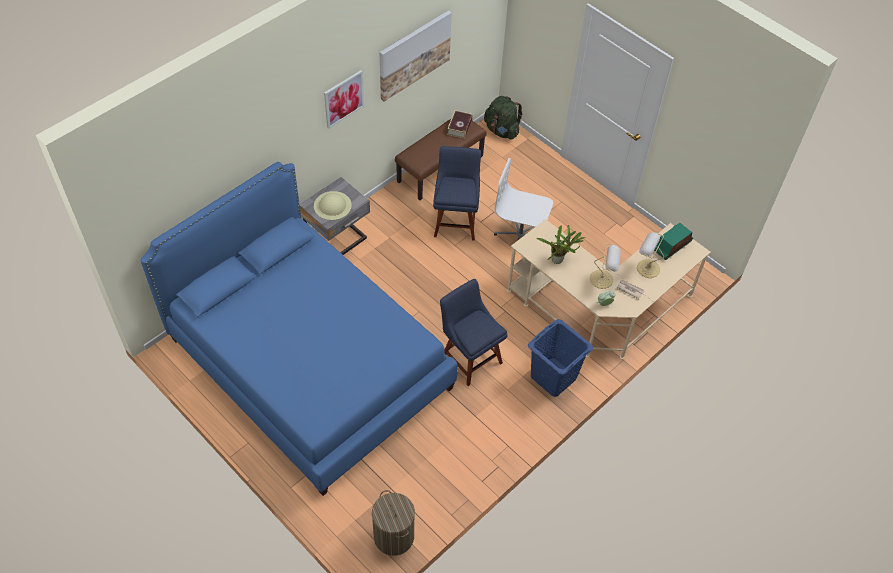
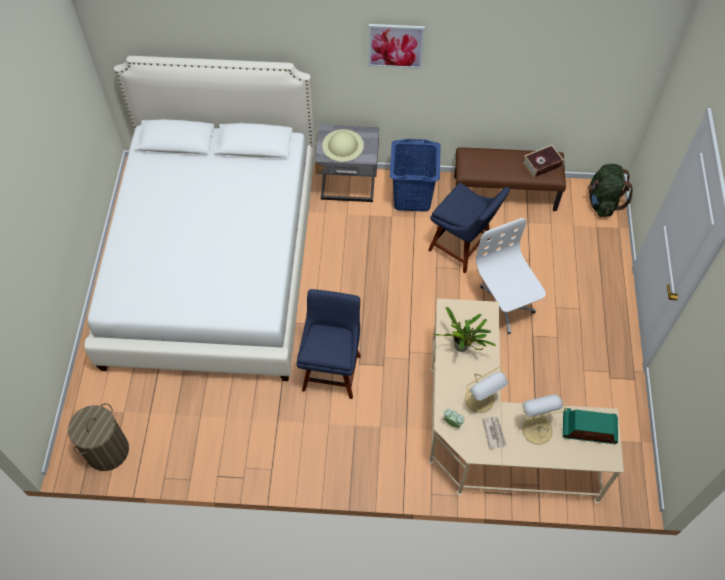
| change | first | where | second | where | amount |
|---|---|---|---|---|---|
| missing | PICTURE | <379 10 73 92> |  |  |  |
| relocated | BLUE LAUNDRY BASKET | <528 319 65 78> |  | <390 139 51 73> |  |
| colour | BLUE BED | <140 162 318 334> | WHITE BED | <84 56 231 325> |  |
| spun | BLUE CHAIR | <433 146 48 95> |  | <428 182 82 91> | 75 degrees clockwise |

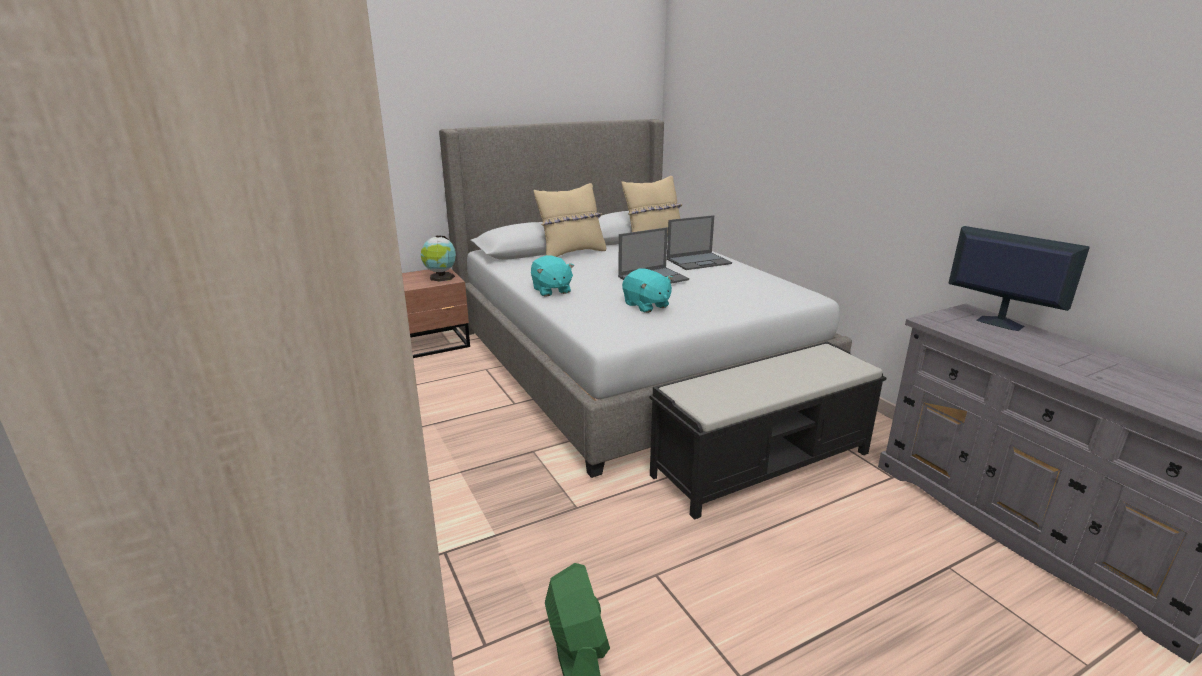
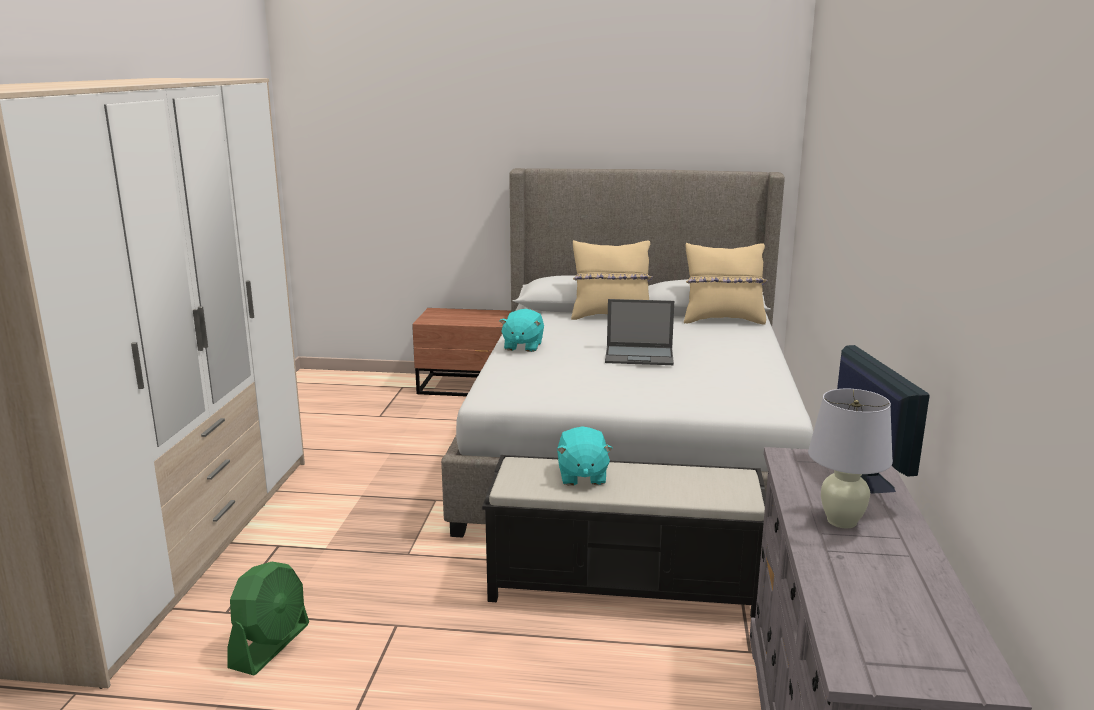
| change | first | where | second | where | amount |
|---|---|---|---|---|---|
| missing | GLOBE | <421 235 35 47> |  |  |  |
| missing | LAPTOP | <667 215 65 55> |  |  |  |
| appeared |  |  | WHITE TABLE LAMP | <808 389 85 140> |  |
| relocated | TURQUOISE PLUSH TOY | <622 268 51 45> |  | <556 427 57 59> |  |

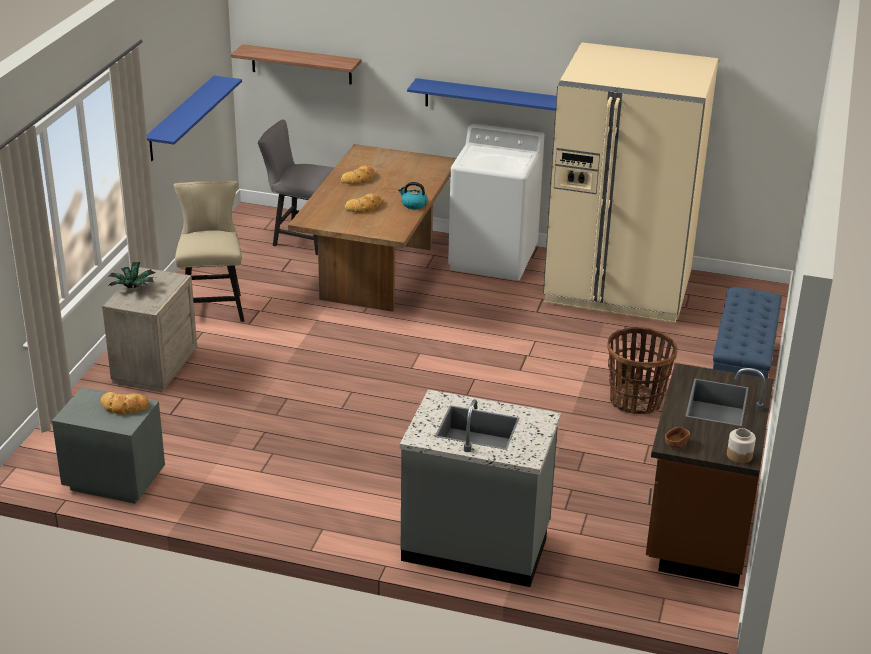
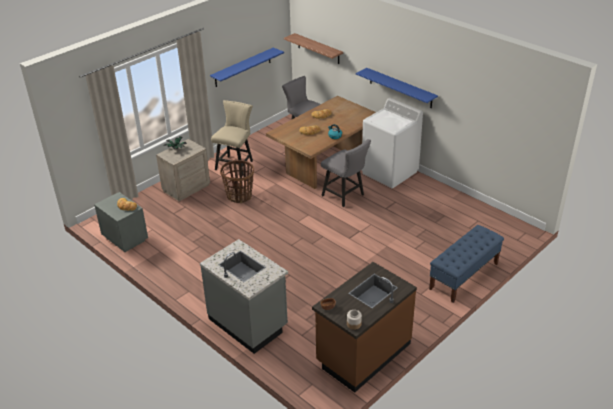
| change | first | where | second | where | amount |
|---|---|---|---|---|---|
| missing | BEIGE FRIDGE | <543 42 175 281> |  |  |  |
| appeared |  |  | GREY CHAIR | <321 139 50 68> |  |
| relocated | BASKET | <607 327 71 87> |  | <220 160 34 43> |  |

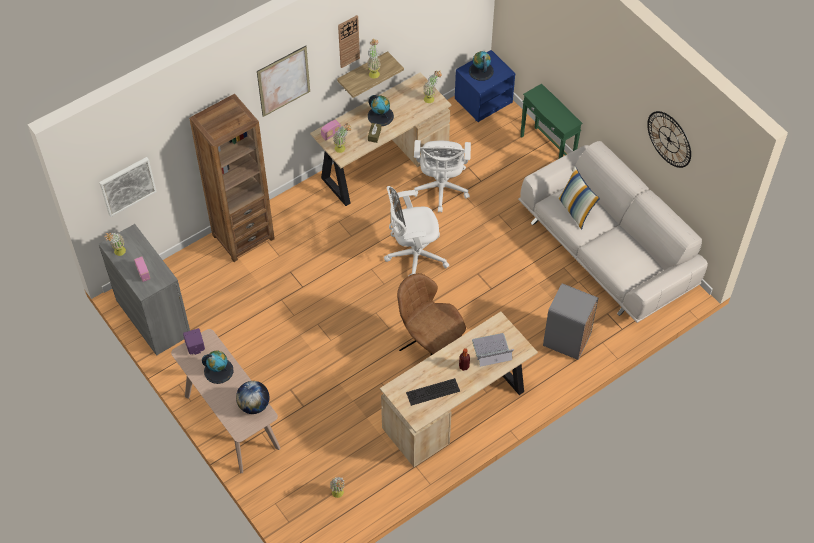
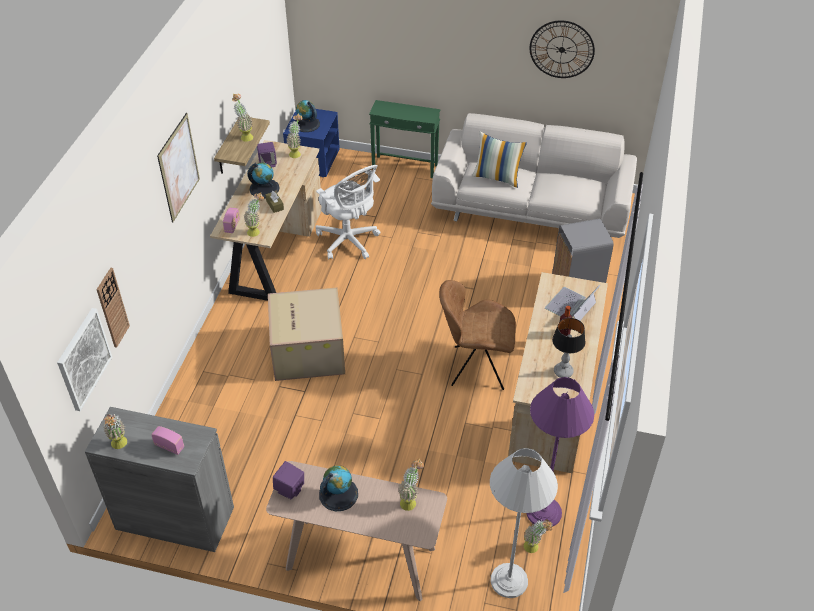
| change | first | where | second | where | amount |
|---|---|---|---|---|---|
| missing | BROWN BOOKCASE | <189 94 86 168> |  |  |  |
| missing | WHITE OFFICE CHAIR | <384 186 65 90> |  |  |  |
| appeared |  |  | PURPLE SPEAKER | <257 142 20 25> |  |
| appeared |  |  | CARDBOARD BOX | <268 288 77 93> |  |
| appeared |  |  | WHITE FLOOR LAMP | <490 448 68 150> |  |
| appeared |  |  | PURPLE FLOOR LAMP | <526 377 68 150> |  |
| relocated | WALL CLOCK | <338 15 22 53> |  | <96 268 34 80> |  |
| exchanged | GLOBE | <236 381 33 33> | POTTED PLANT | <398 459 26 52> |  |
| exchanged | KEYBOARD | <406 378 54 28> | TABLE LAMP | <552 318 33 60> |  |

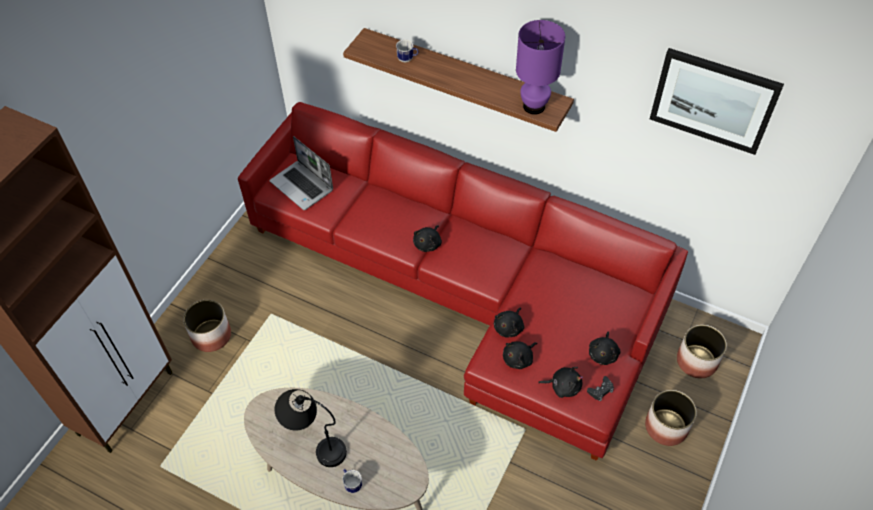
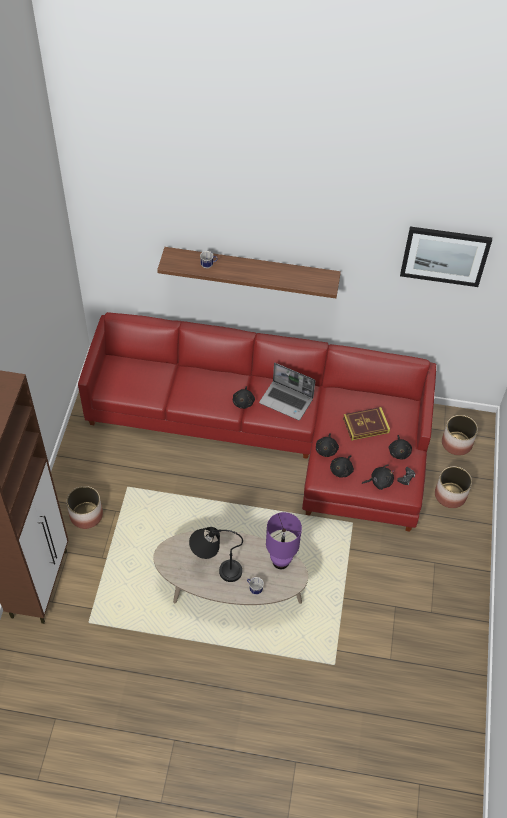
| change | first | where | second | where | amount |
|---|---|---|---|---|---|
| appeared |  |  | BOOK | <343 407 47 34> |  |
| relocated | LAPTOP | <269 136 64 74> |  | <259 363 56 57> |  |
| relocated | PURPLE TABLE LAMP | <516 20 49 95> |  | <266 512 36 57> |  |

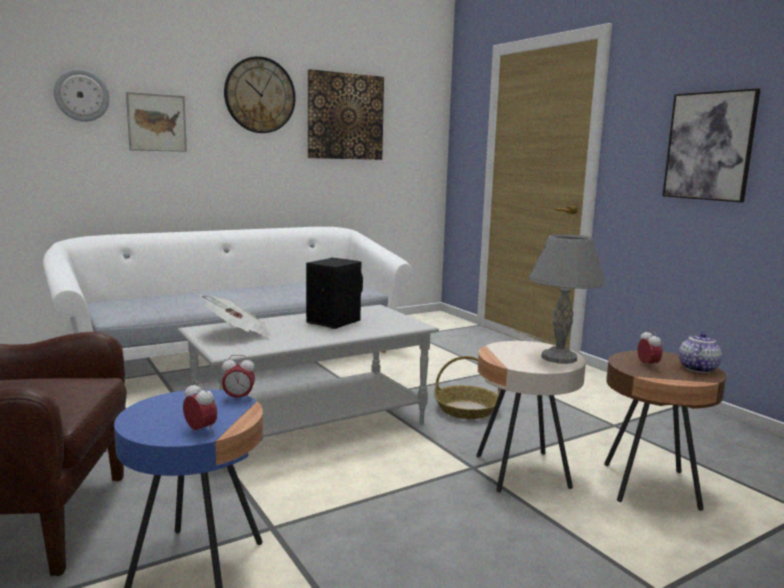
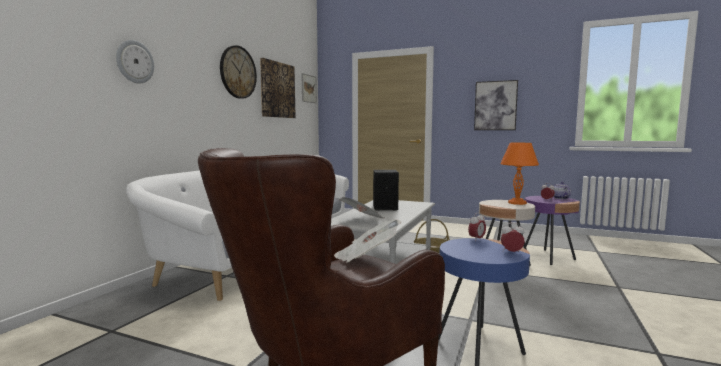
| change | first | where | second | where | amount |
|---|---|---|---|---|---|
| appeared |  |  | NEWSPAPER | <334 220 67 43> |  |
| relocated | PICTURE | <126 92 61 60> |  | <301 73 16 30> |  |
| colour | GREY TABLE LAMP | <529 234 77 130> | ORANGE TABLE LAMP | <500 143 39 62> |  |
| colour | BROWN SIDE TABLE | <604 351 122 160> | PURPLE SIDE TABLE | <525 196 55 69> |  |

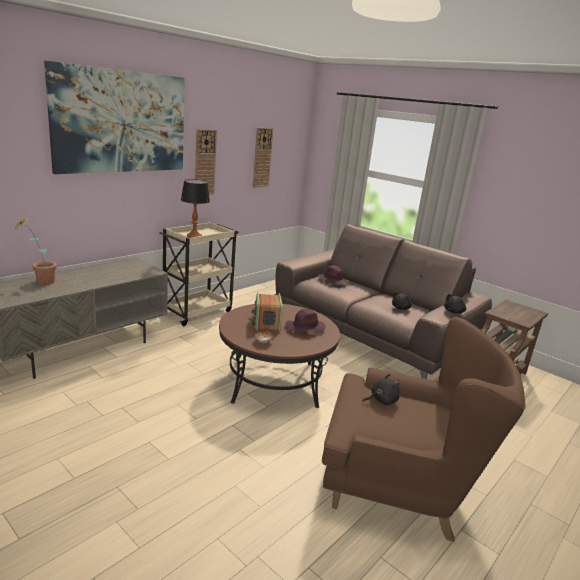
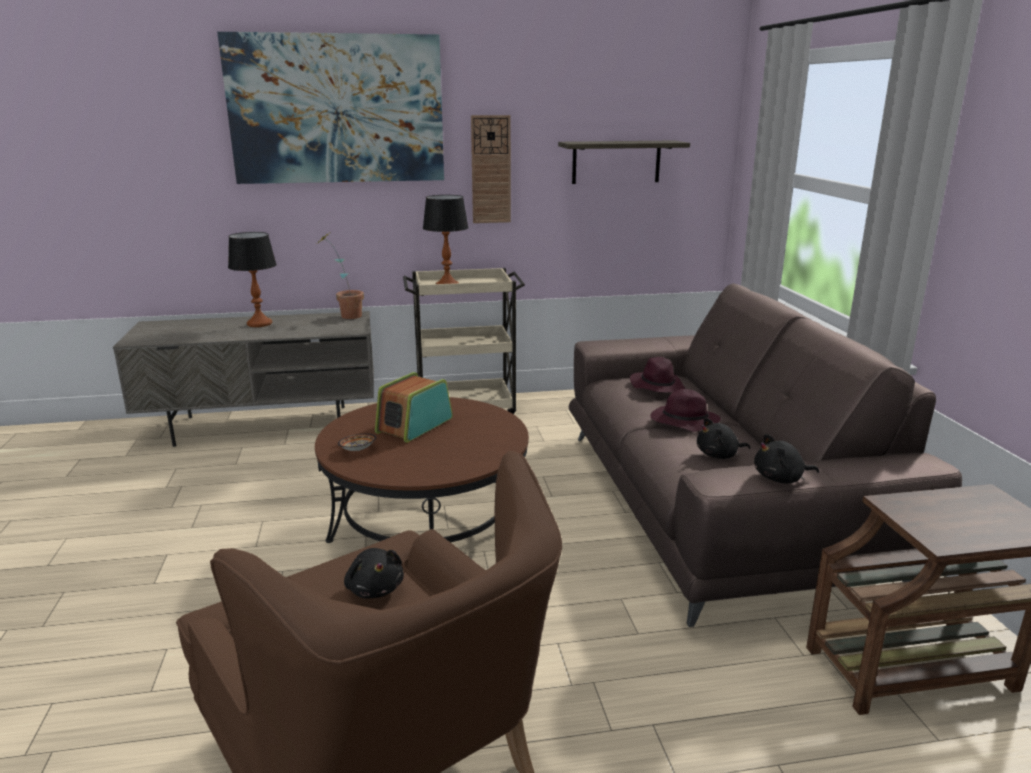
| change | first | where | second | where | amount |
|---|---|---|---|---|---|
| appeared |  |  | TABLE LAMP | <228 232 49 95> |  |
| relocated | POTTED PLANT | <16 217 41 68> |  | <316 232 48 87> |  |
| relocated | PURPLE HAT | <285 309 41 25> |  | <650 389 71 43> |  |
| exchanged | WALL CLOCK | <253 128 20 60> | SHELF | <558 140 132 44> |  |
| spun | BLACK PLUSH TOY | <362 374 38 31> |  | <344 548 60 51> | 45 degrees clockwise |

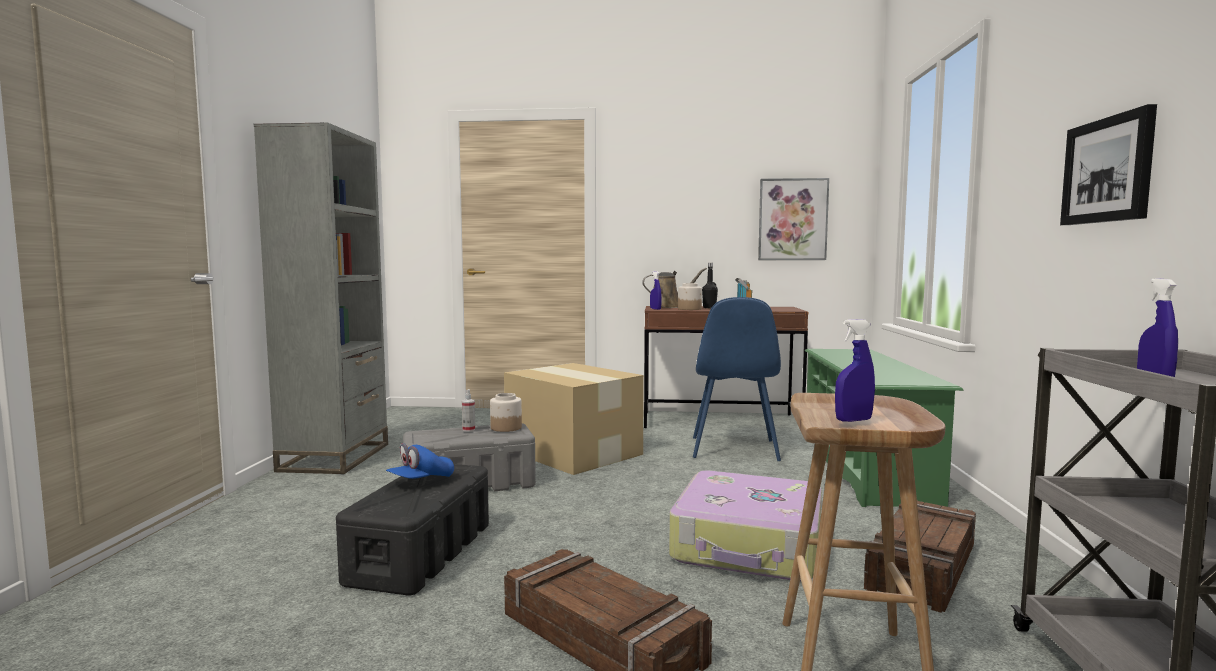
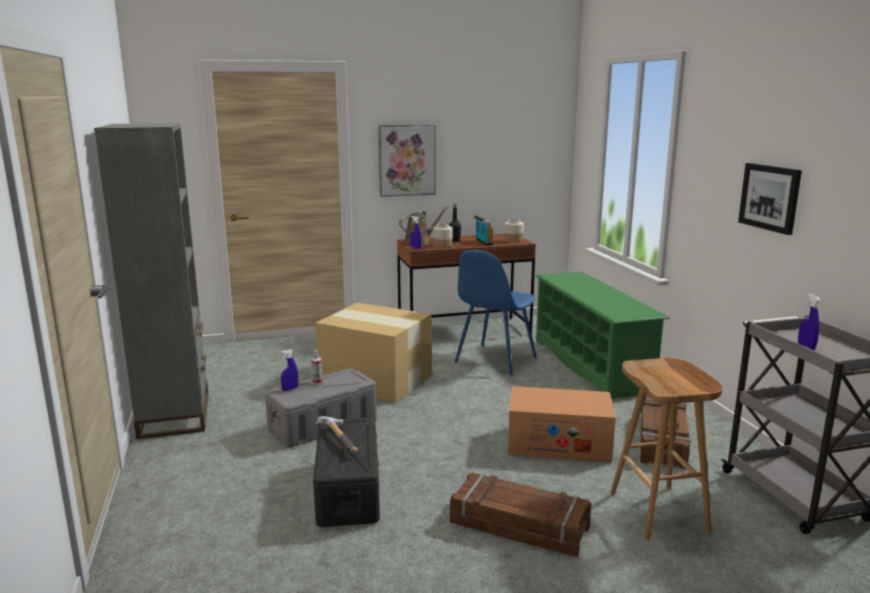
| change | first | where | second | where | amount |
|---|---|---|---|---|---|
| relocated | JAR | <490 393 32 39> |  | <504 219 20 24> |  |
| relocated | PICTURE | <758 178 71 82> |  | <378 125 58 72> |  |
| relocated | BLUE SPRAY BOTTLE | <835 319 40 103> |  | <281 349 17 42> |  |
| exchanged | BLUE CAP | <386 443 68 36> | HAMMER | <315 416 43 37> |  |
| exchanged | SUITCASE | <669 471 153 110> | CARDBOARD BOX | <508 386 108 77> |  |
| spun | BLUE CHAIR | <693 297 88 164> |  | <455 250 82 126> | 45 degrees clockwise |

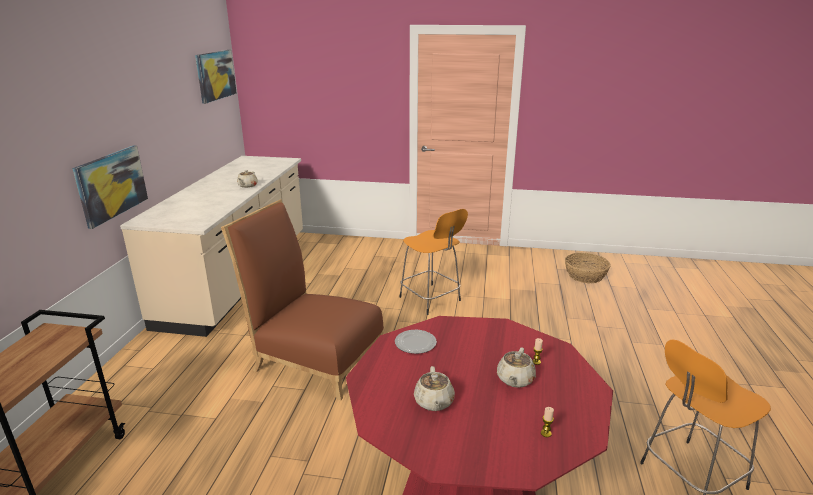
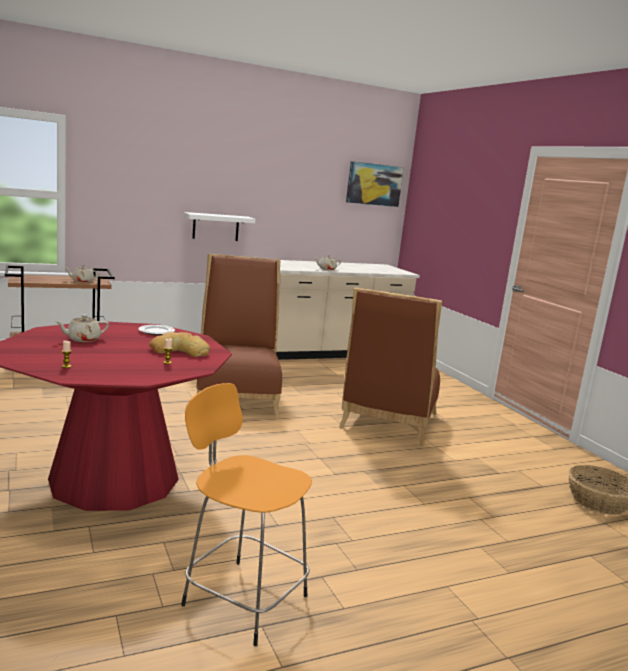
| change | first | where | second | where | amount |
|---|---|---|---|---|---|
| appeared |  |  | BREAD | <149 332 61 25> |  |
| relocated | BEIGE TEAPOT | <497 348 39 40> |  | <64 265 36 18> |  |
| exchanged | PICTURE | <73 146 75 83> | WHITE SHELF | <184 212 71 29> |  |
| exchanged | ORANGE STOOL | <399 209 69 106> | BROWN CHAIR | <339 287 103 159> |  |

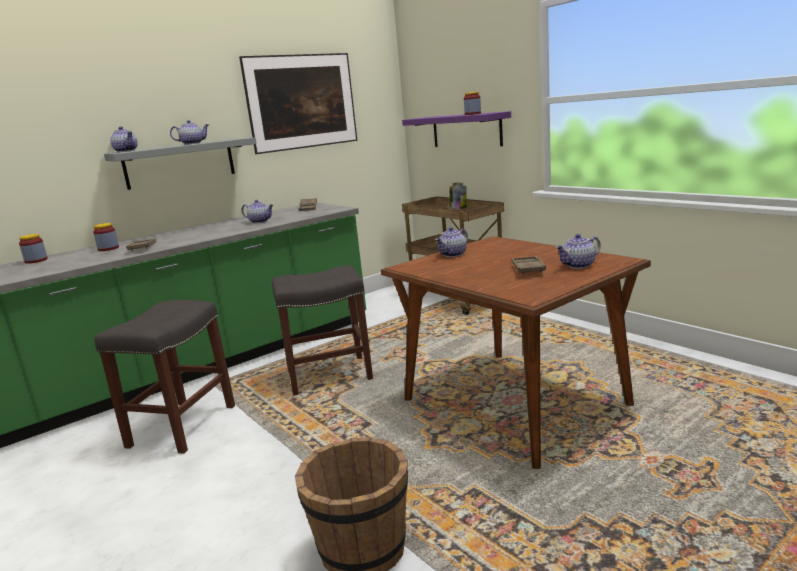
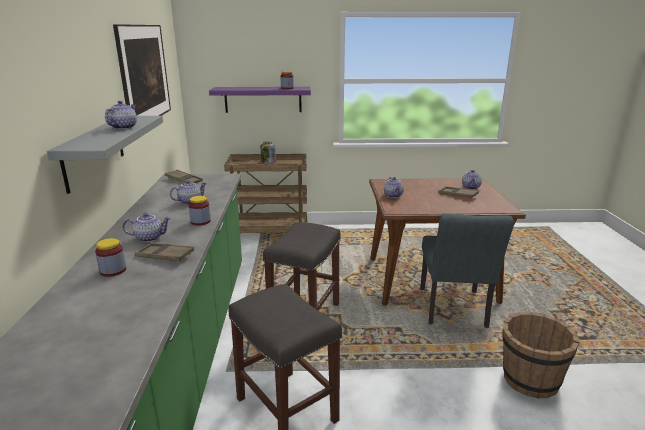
| change | first | where | second | where | amount |
|---|---|---|---|---|---|
| appeared |  |  | GREY CHAIR | <421 213 93 115> |  |
| relocated | JAR | <19 234 29 30> |  | <189 196 22 30> |  |
| relocated | TEAPOT | <110 126 28 26> |  | <123 213 48 29> |  |

